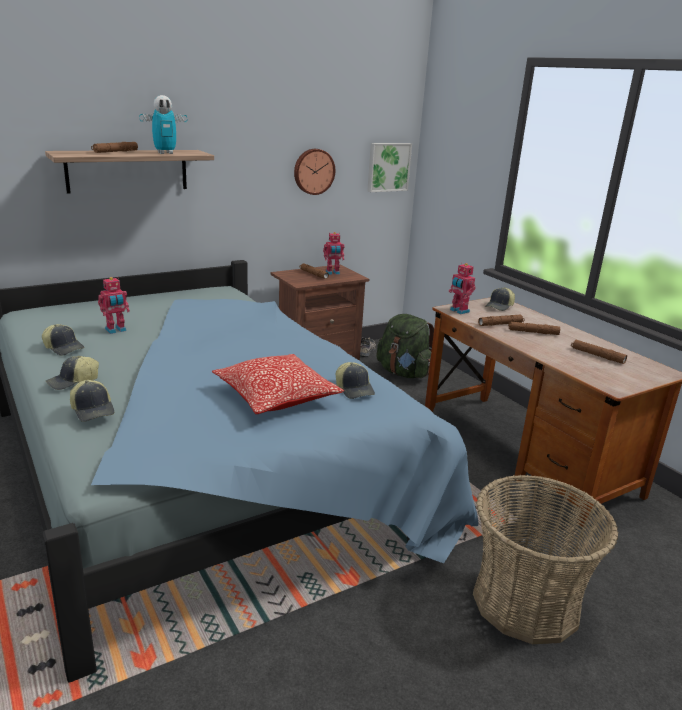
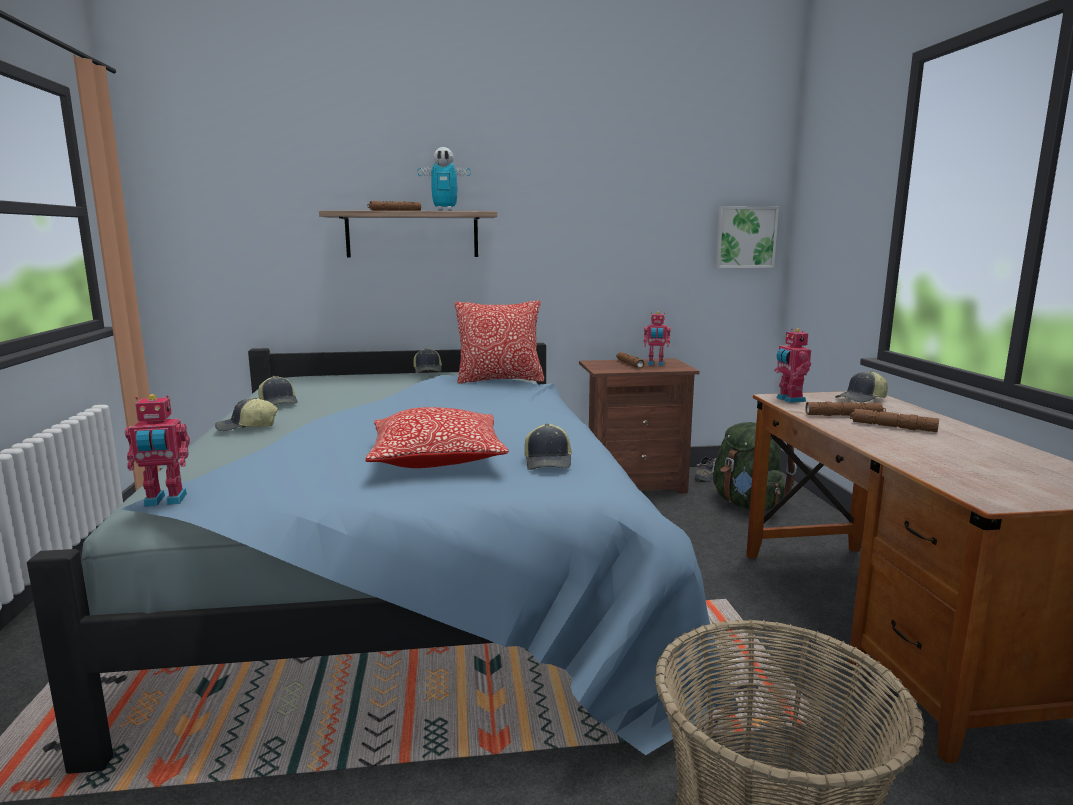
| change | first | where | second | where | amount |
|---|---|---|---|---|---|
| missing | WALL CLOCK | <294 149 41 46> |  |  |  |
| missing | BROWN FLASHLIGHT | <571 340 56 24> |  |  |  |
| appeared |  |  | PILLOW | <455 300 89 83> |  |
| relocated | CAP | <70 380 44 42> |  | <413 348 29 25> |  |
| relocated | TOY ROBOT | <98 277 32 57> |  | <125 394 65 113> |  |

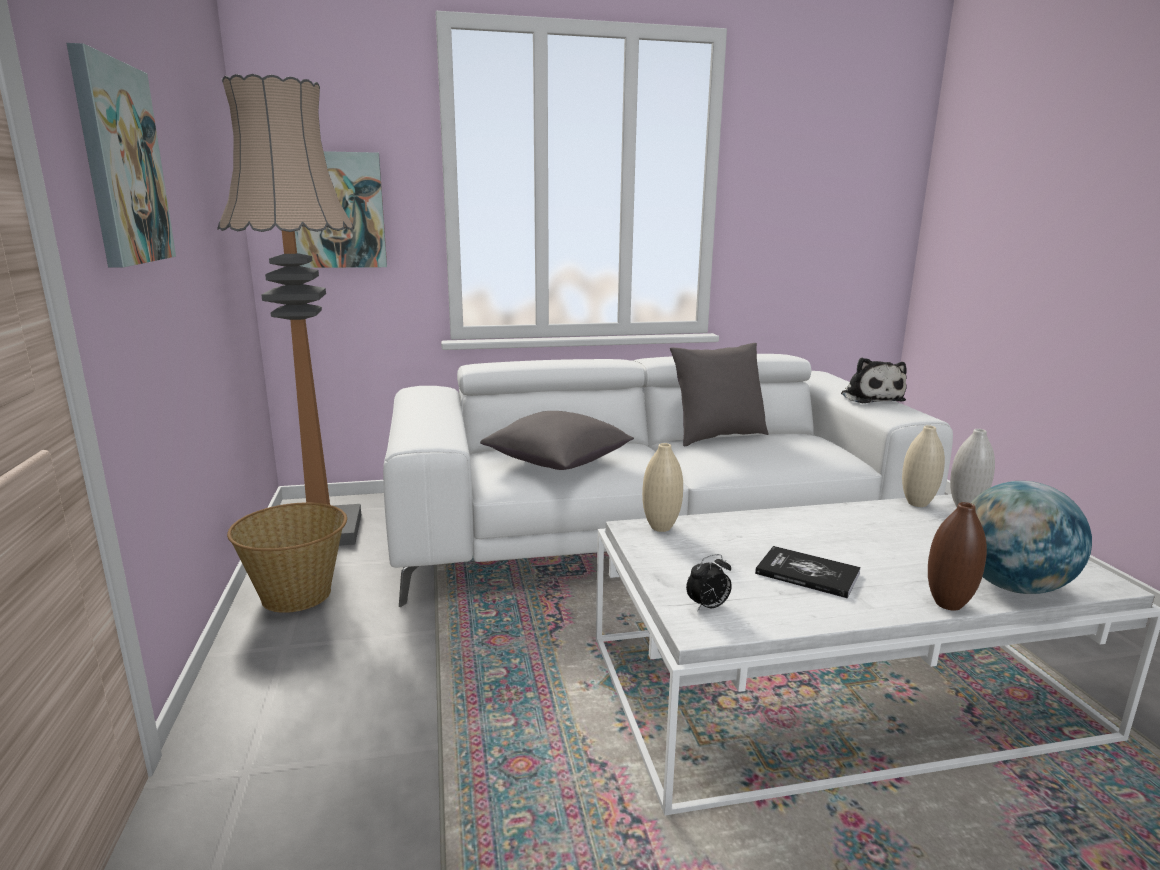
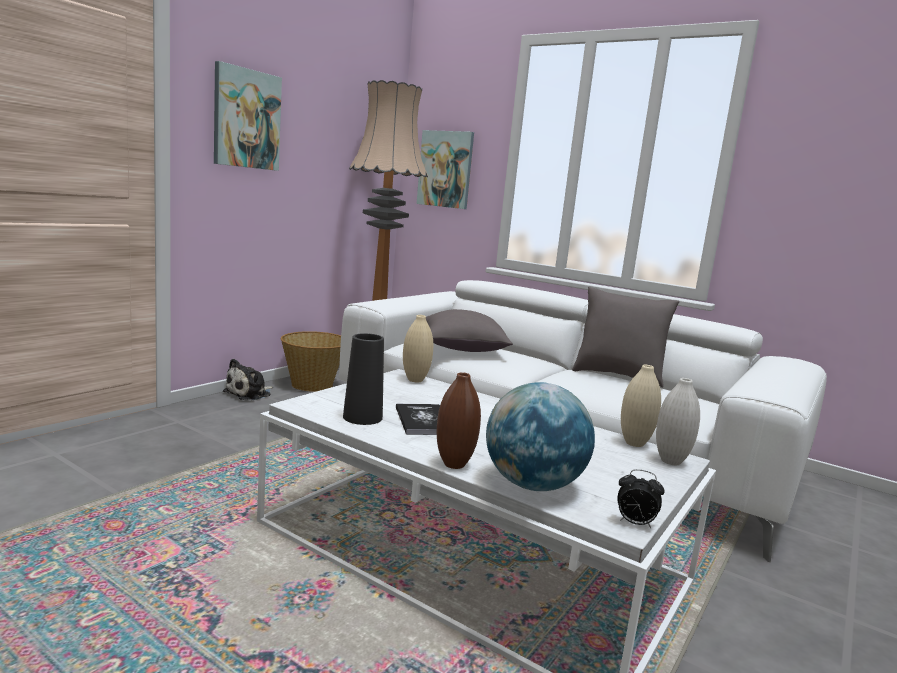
| change | first | where | second | where | amount |
|---|---|---|---|---|---|
| appeared |  |  | BLACK VASE | <343 333 41 92> |  |
| relocated | ALARM CLOCK | <686 554 46 57> |  | <617 469 48 59> |  |
| relocated | PLUSH TOY | <841 357 66 46> |  | <223 359 50 41> |  |

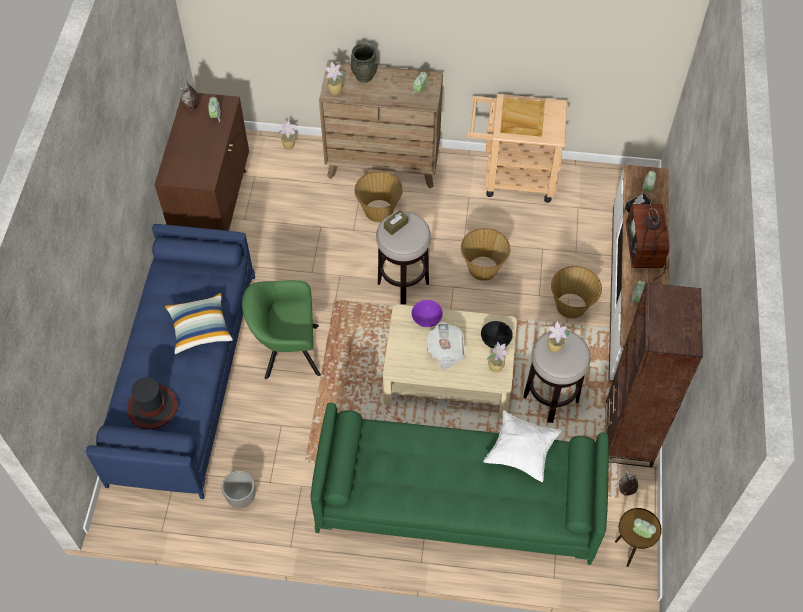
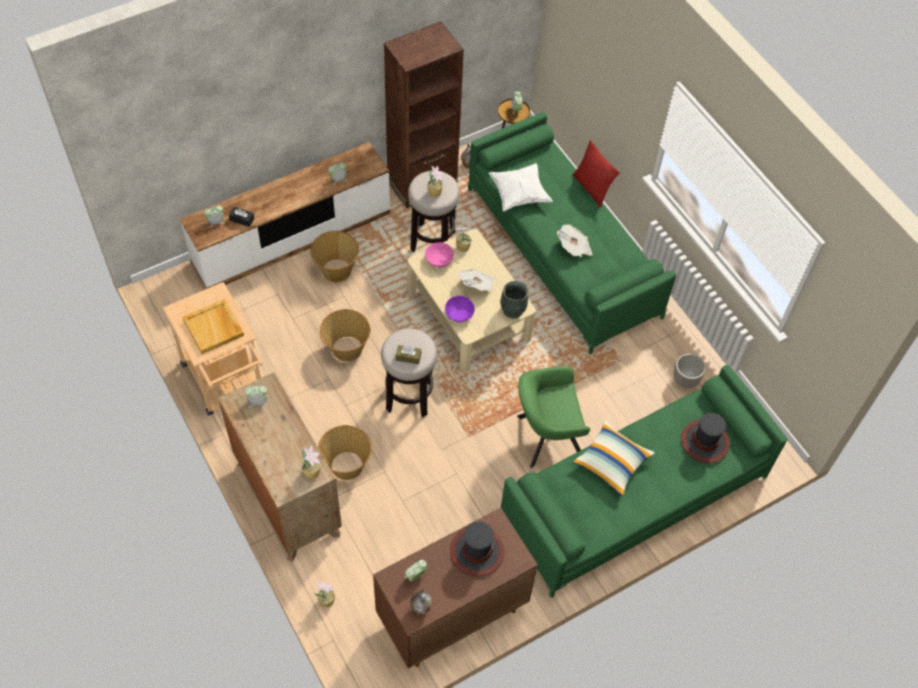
| change | first | where | second | where | amount |
|---|---|---|---|---|---|
| missing | TELEVISION | <626 187 43 94> |  |  |  |
| appeared |  |  | HAT | <450 521 55 56> |  |
| appeared |  |  | NEWSPAPER | <557 224 35 33> |  |
| appeared |  |  | RED PILLOW | <572 140 48 68> |  |
| relocated | GREY VASE | <351 42 27 41> |  | <500 281 29 38> |  |
| colour | BLUE SOFA | <86 224 169 275> | GREEN SOFA | <501 365 287 233> |  |
| colour | BLACK BOWL | <481 321 32 27> | PINK BOWL | <425 242 29 25> |  |
| spun | GREEN ARMCHAIR | <242 280 79 99> |  | <517 366 73 102> | 120 degrees clockwise |

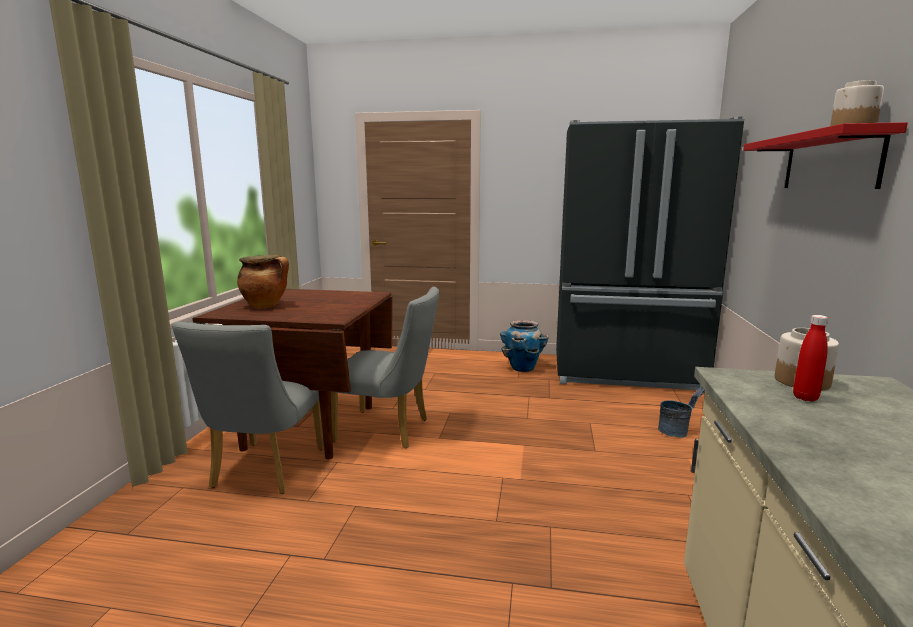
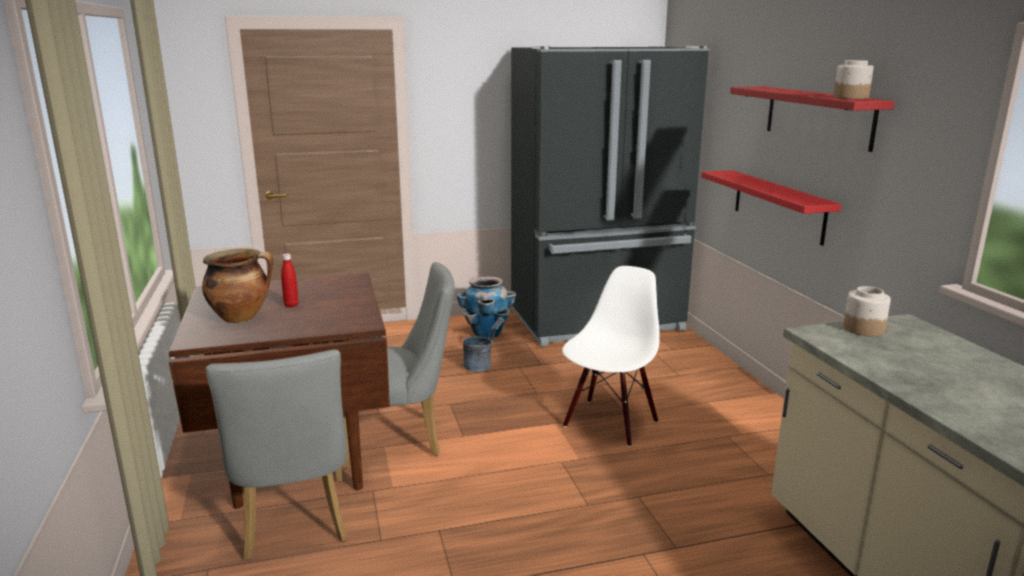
| change | first | where | second | where | amount |
|---|---|---|---|---|---|
| appeared |  |  | WHITE CHAIR | <562 266 98 181> |  |
| appeared |  |  | RED SHELF | <701 170 141 76> |  |
| relocated | GREY BUCKET | <658 386 47 52> |  | <463 317 42 55> |  |
| relocated | RED BOTTLE | <793 315 35 87> |  | <281 253 18 54> |  |

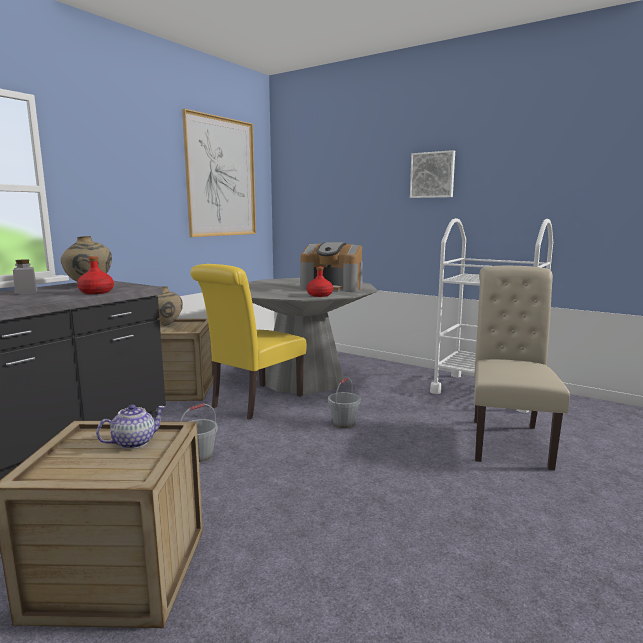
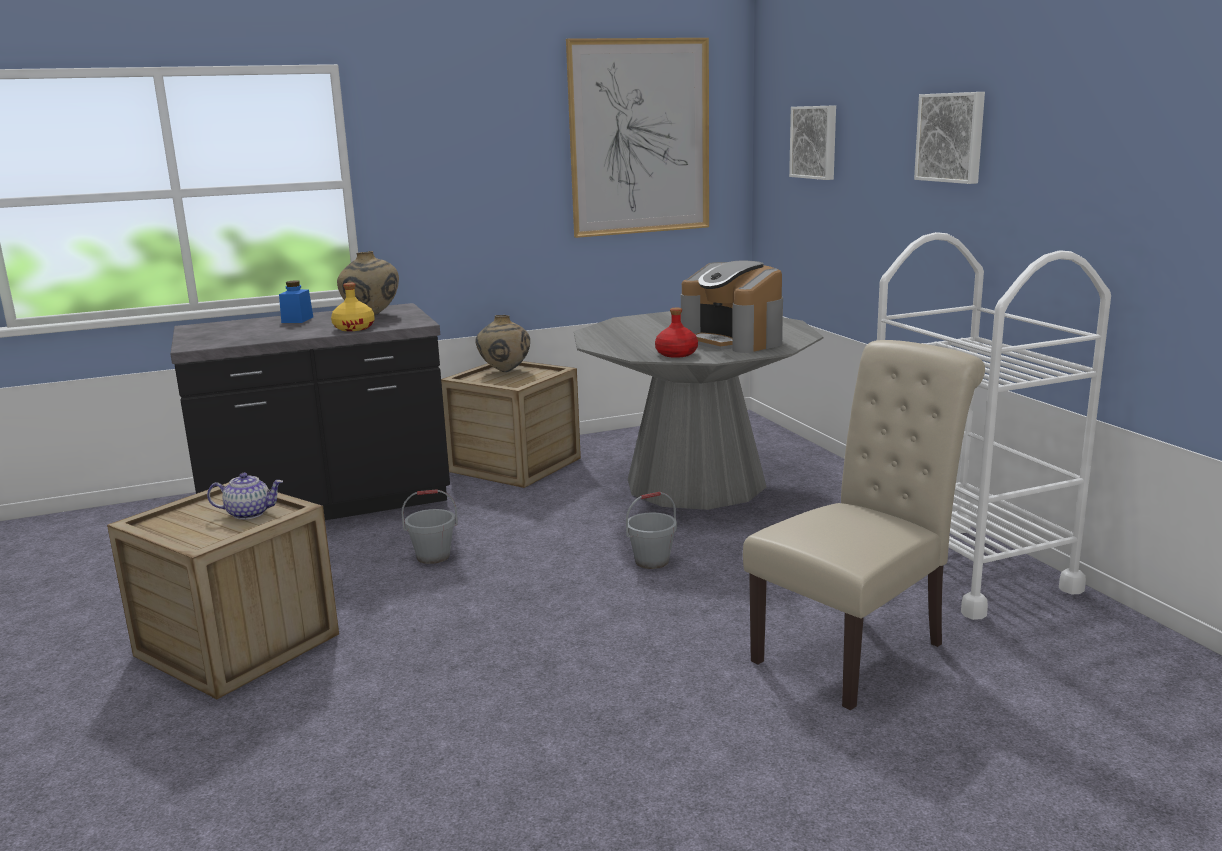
| change | first | where | second | where | amount |
|---|---|---|---|---|---|
| missing | YELLOW CHAIR | <190 264 117 156> |  |  |  |
| appeared |  |  | PICTURE | <789 105 47 75> |  |
| colour | GREY JAR | <13 259 24 36> | BLUE JAR | <279 280 34 43> |  |
| colour | RED BOTTLE | <77 256 37 38> | YELLOW BOTTLE | <331 283 44 48> |  |

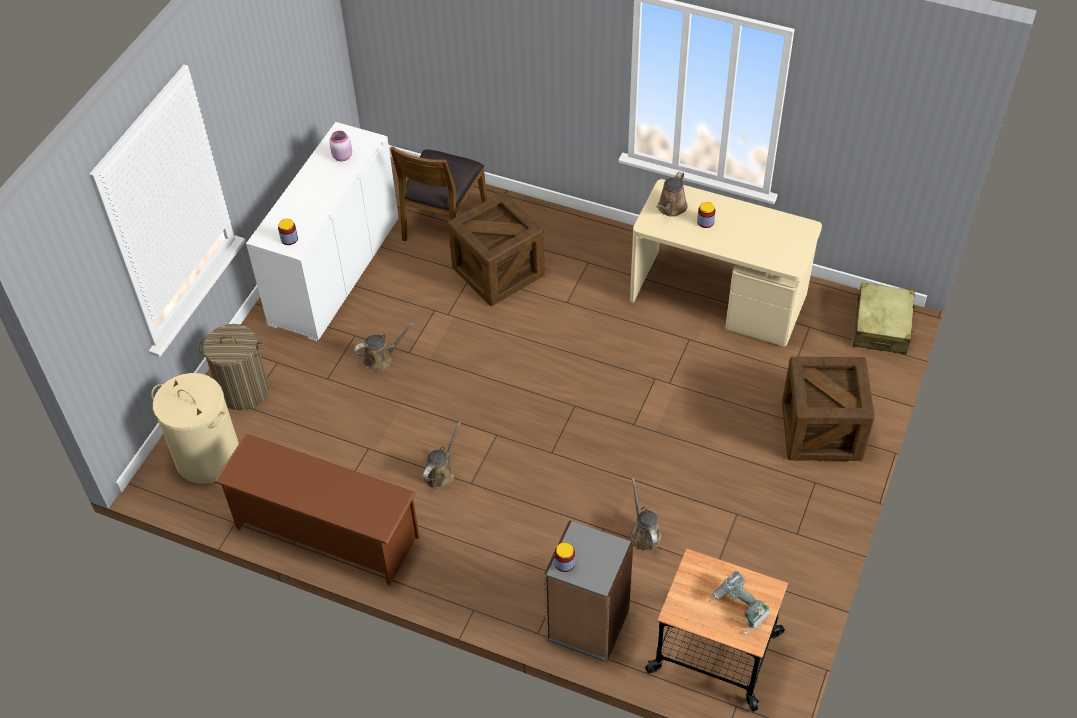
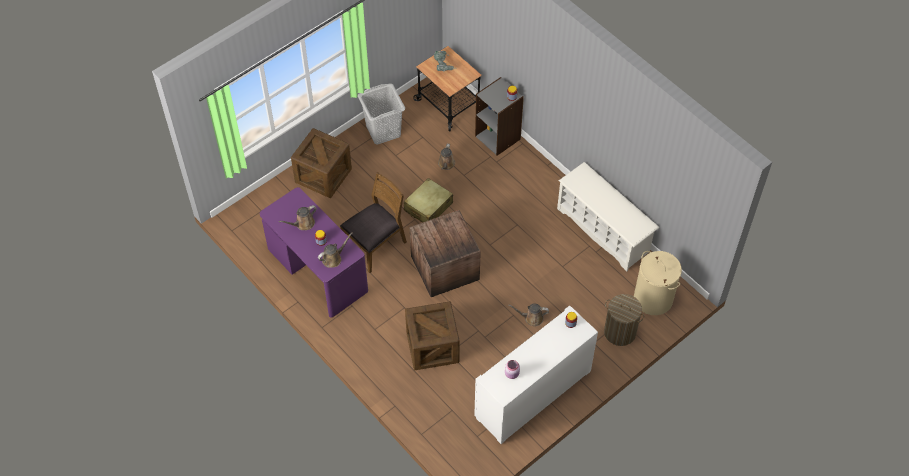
| change | first | where | second | where | amount |
|---|---|---|---|---|---|
| appeared |  |  | GREY LAUNDRY BASKET | <358 83 47 61> |  |
| appeared |  |  | CRATE | <410 210 71 87> |  |
| relocated | BROWN CHAIR | <390 146 97 106> |  | <340 172 67 101> |  |
| relocated | BROWN WATERING CAN | <423 422 38 67> |  | <279 205 38 25> |  |
| relocated | BEIGE SUITCASE | <853 283 62 72> |  | <404 178 49 45> |  |
| colour | BROWN SHOE RACK | <214 433 206 152> | WHITE SHOE RACK | <557 162 102 109> |  |
| colour | BEIGE DESK | <630 179 192 168> | PURPLE DESK | <260 187 108 130> |  |

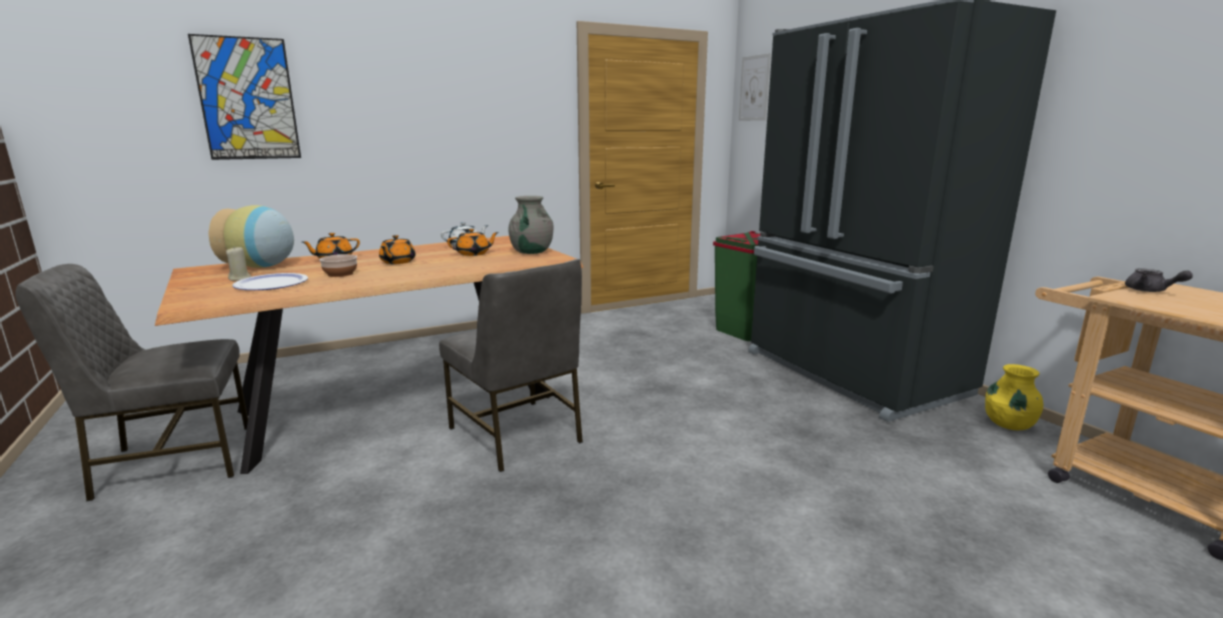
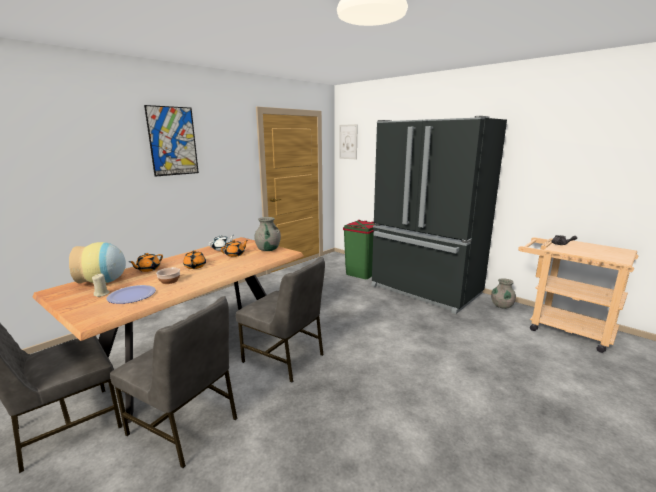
| change | first | where | second | where | amount |
|---|---|---|---|---|---|
| appeared |  |  | GREY CHAIR | <110 296 127 172> |  |
| relocated | PICTURE | <188 34 113 126> |  | <144 105 55 72> |  |
| colour | YELLOW VASE | <985 364 58 66> | GREY VASE | <491 278 25 31> |  |

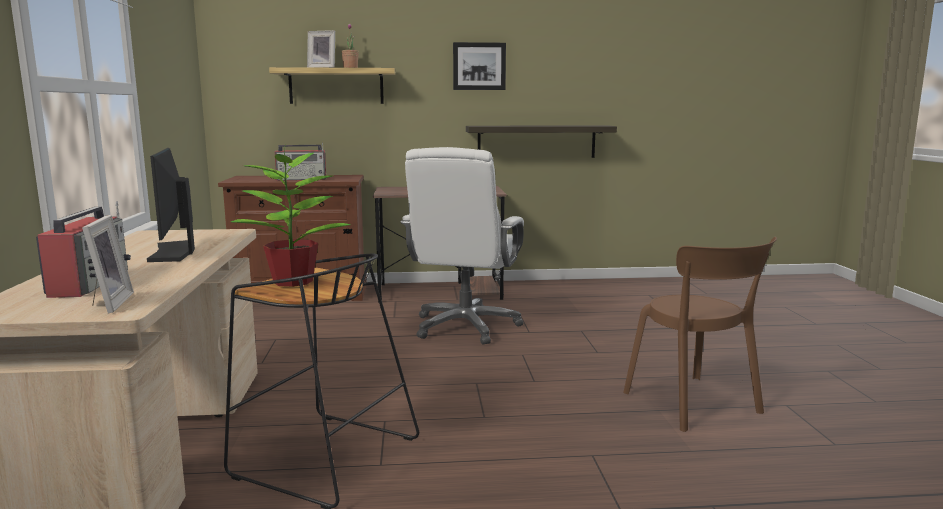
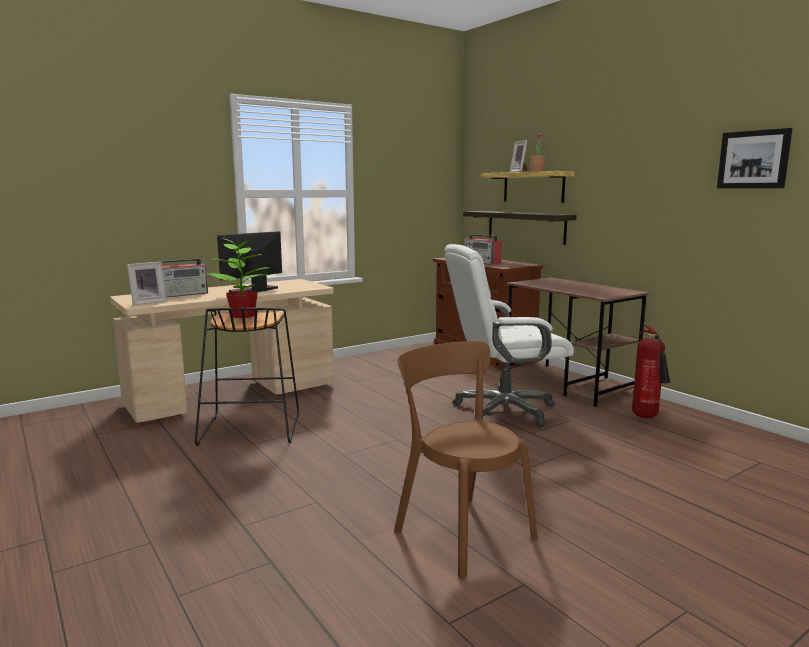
| change | first | where | second | where | amount |
|---|---|---|---|---|---|
| appeared |  |  | FIRE EXTINGUISHER | <632 324 38 94> |  |
| relocated | PICTURE | <453 42 53 48> |  | <717 128 75 60> |  |
| relocated | SHELF | <466 125 151 33> |  | <463 211 114 34> |  |
| spun | BROWN CHAIR | <623 237 154 195> |  | <394 341 144 238> | 105 degrees clockwise |

